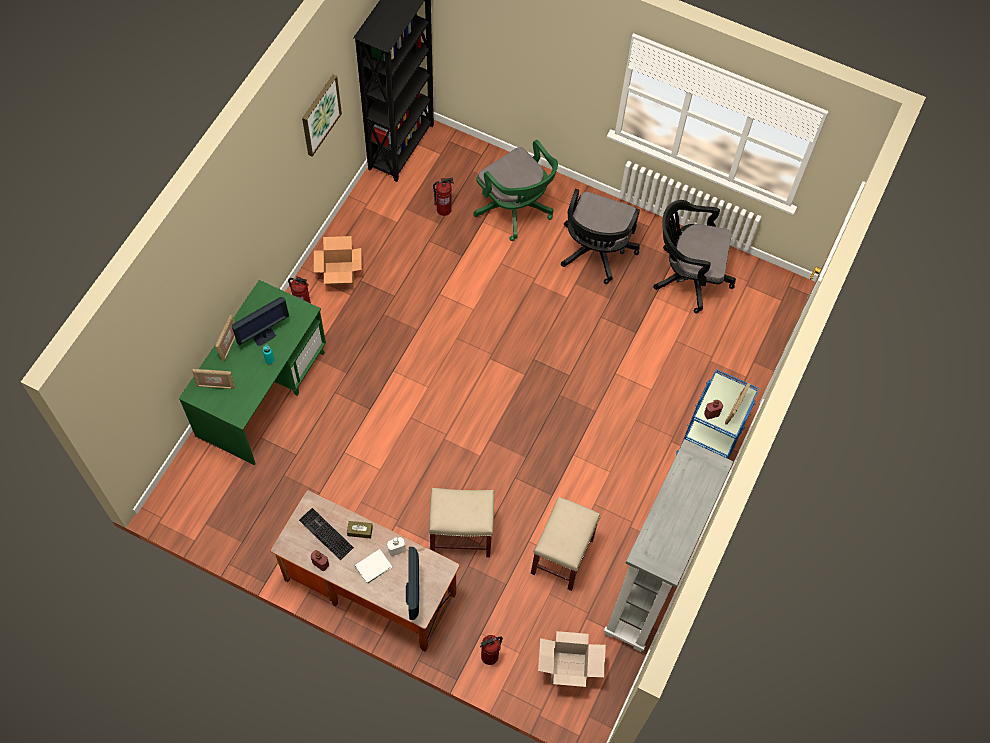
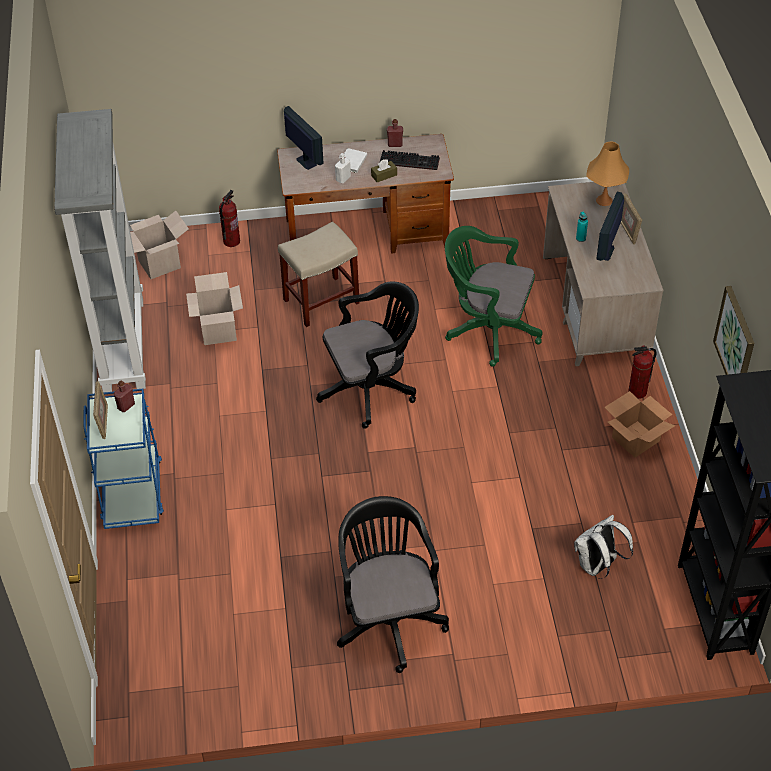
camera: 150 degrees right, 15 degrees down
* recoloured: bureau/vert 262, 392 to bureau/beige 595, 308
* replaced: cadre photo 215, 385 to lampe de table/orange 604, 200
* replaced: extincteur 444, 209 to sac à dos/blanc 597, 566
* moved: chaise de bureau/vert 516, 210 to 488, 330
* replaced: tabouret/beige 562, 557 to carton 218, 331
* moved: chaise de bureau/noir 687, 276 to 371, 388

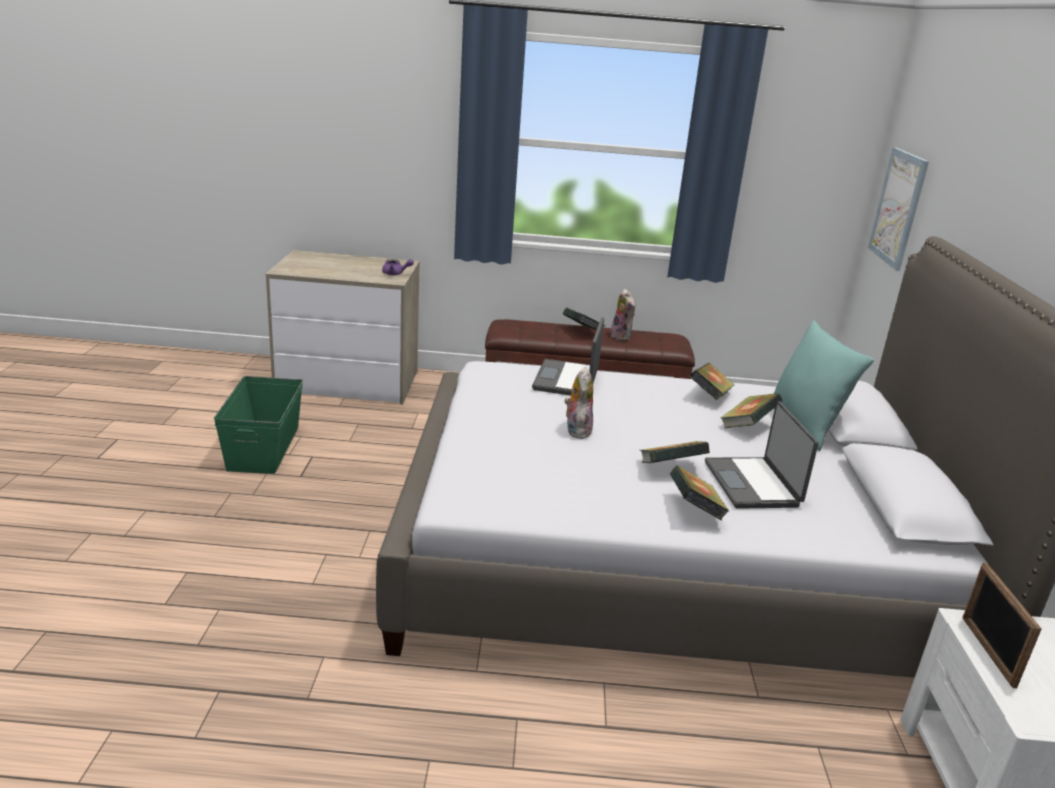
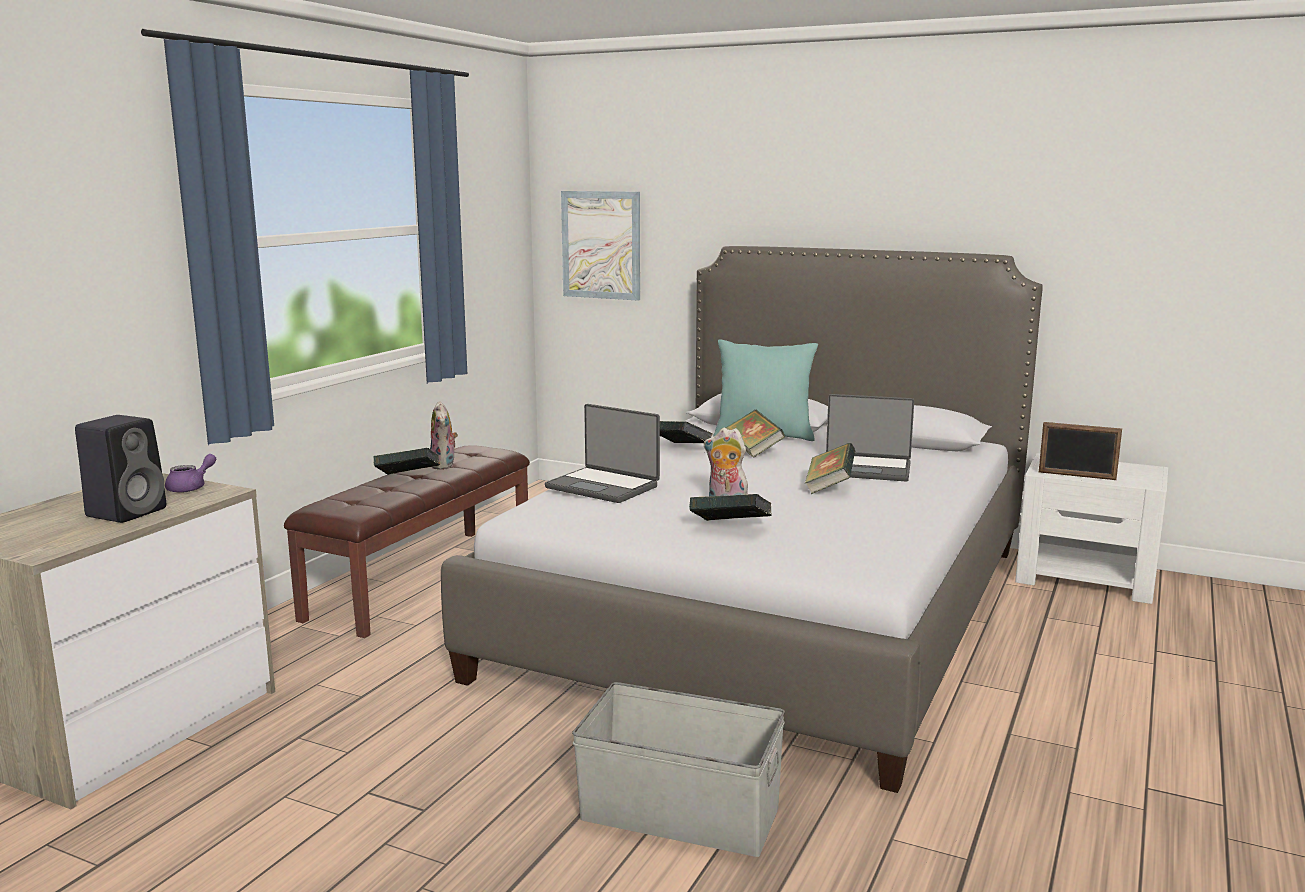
camera: 65 degrees left, 10 degrees down
* removed: boîte de rangement/vert 264, 447
* turned: peluche 622, 337 = 444, 465 75 degrees clockwise
* moved: livre 695, 511 to 730, 529
* added: enceinte/noir 128, 512
* added: boîte de rangement/gris 679, 812

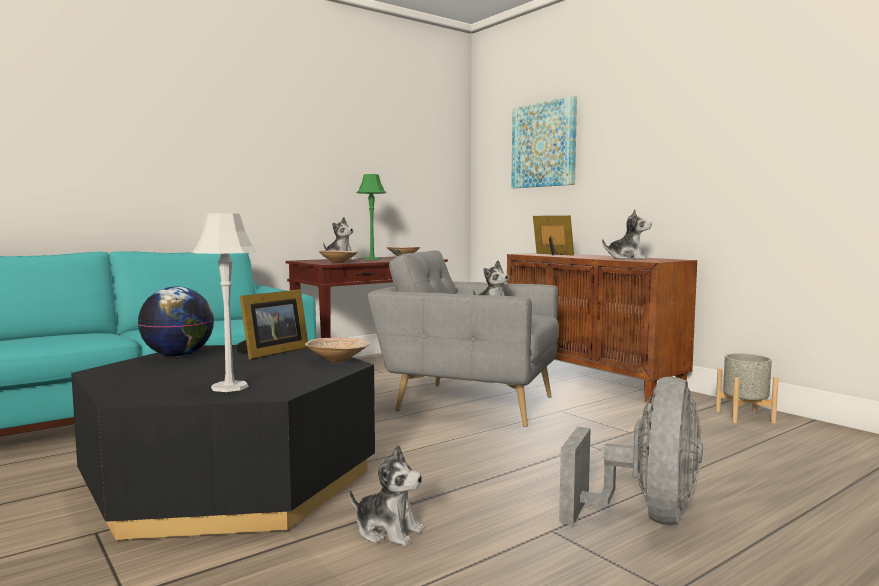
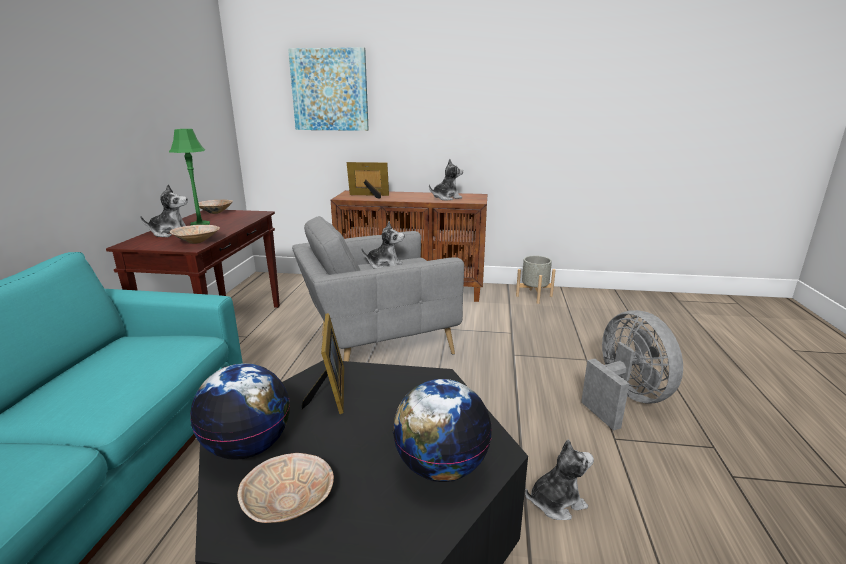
camera: 45 degrees left, 15 degrees up
* replaced: lampe de table/gris 229, 387 to globe 441, 467
* moved: bol/beige 339, 360 to 290, 503

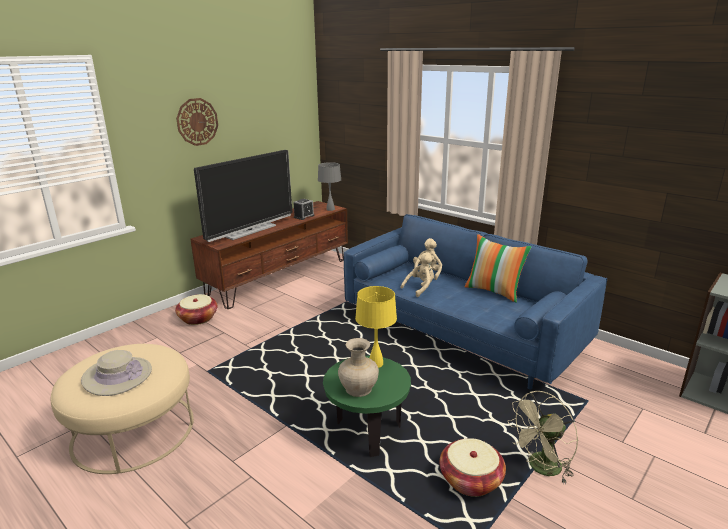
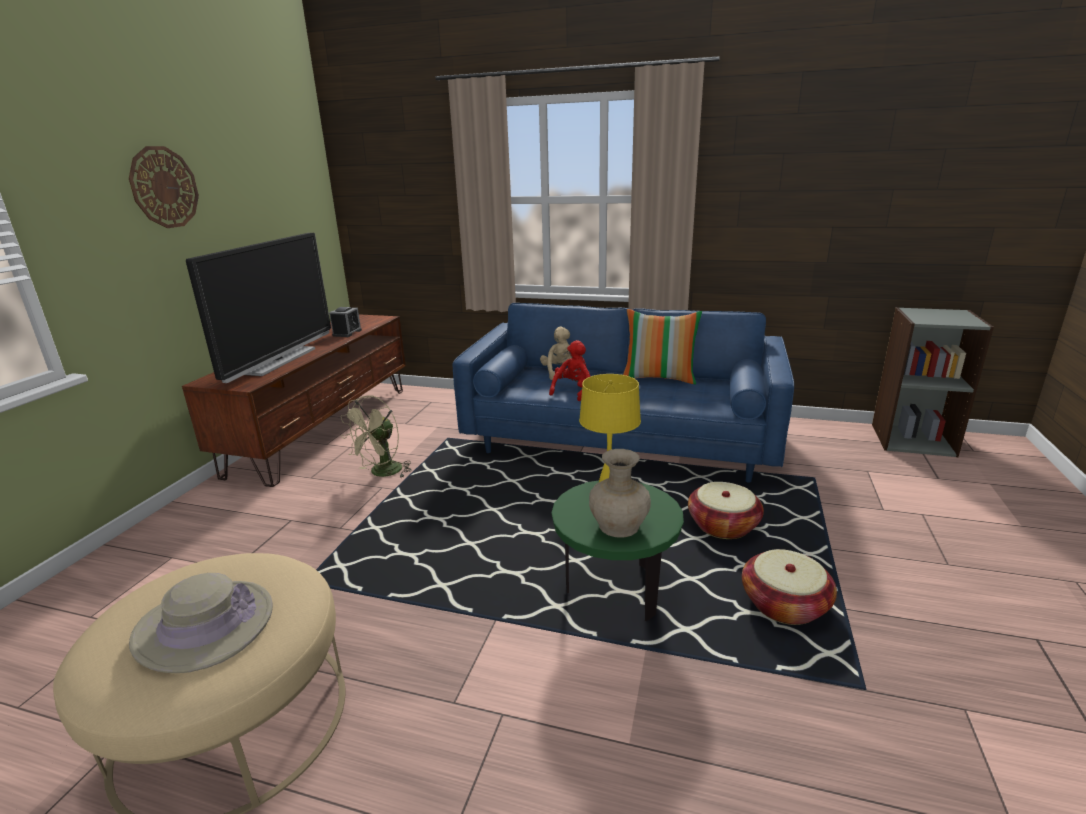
camera: 25 degrees left, 0 degrees up
* moved: panier 198, 318 to 723, 526
* removed: lampe de table/gris 330, 209
* recoloured: peluche/beige 420, 288 to peluche/rouge 573, 391
* moved: ventilateur/beige 541, 469 to 382, 473

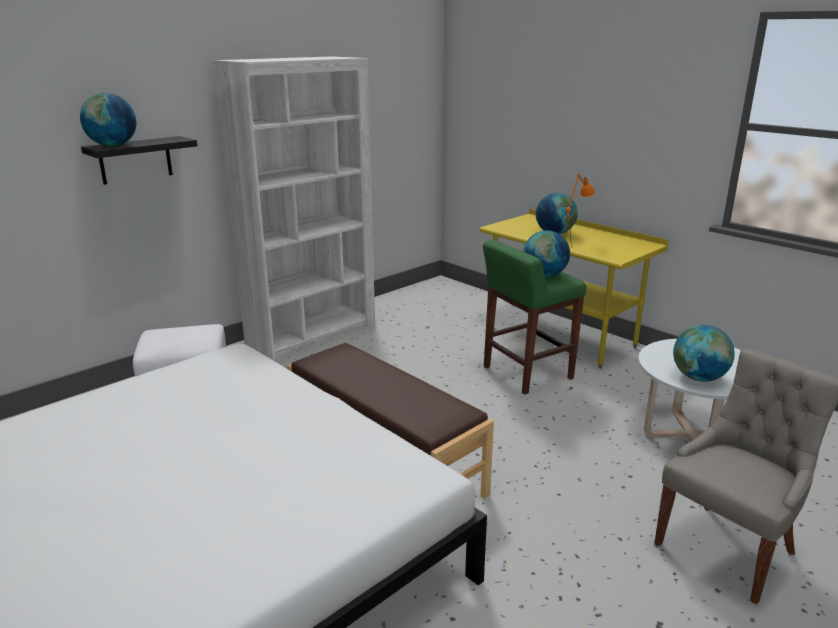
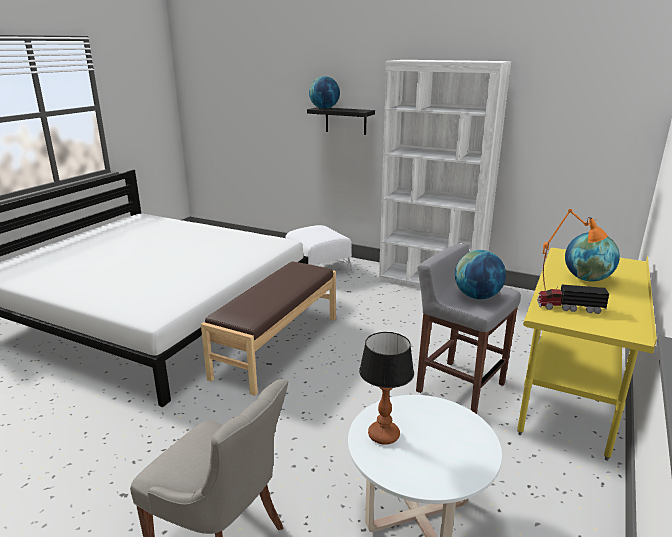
camera: 70 degrees right, 0 degrees up
* recoloured: tabouret/vert 526, 373 to tabouret/gris 459, 387
* replaced: globe 699, 378 to lampe de table 383, 436
* added: camion jouet 569, 307

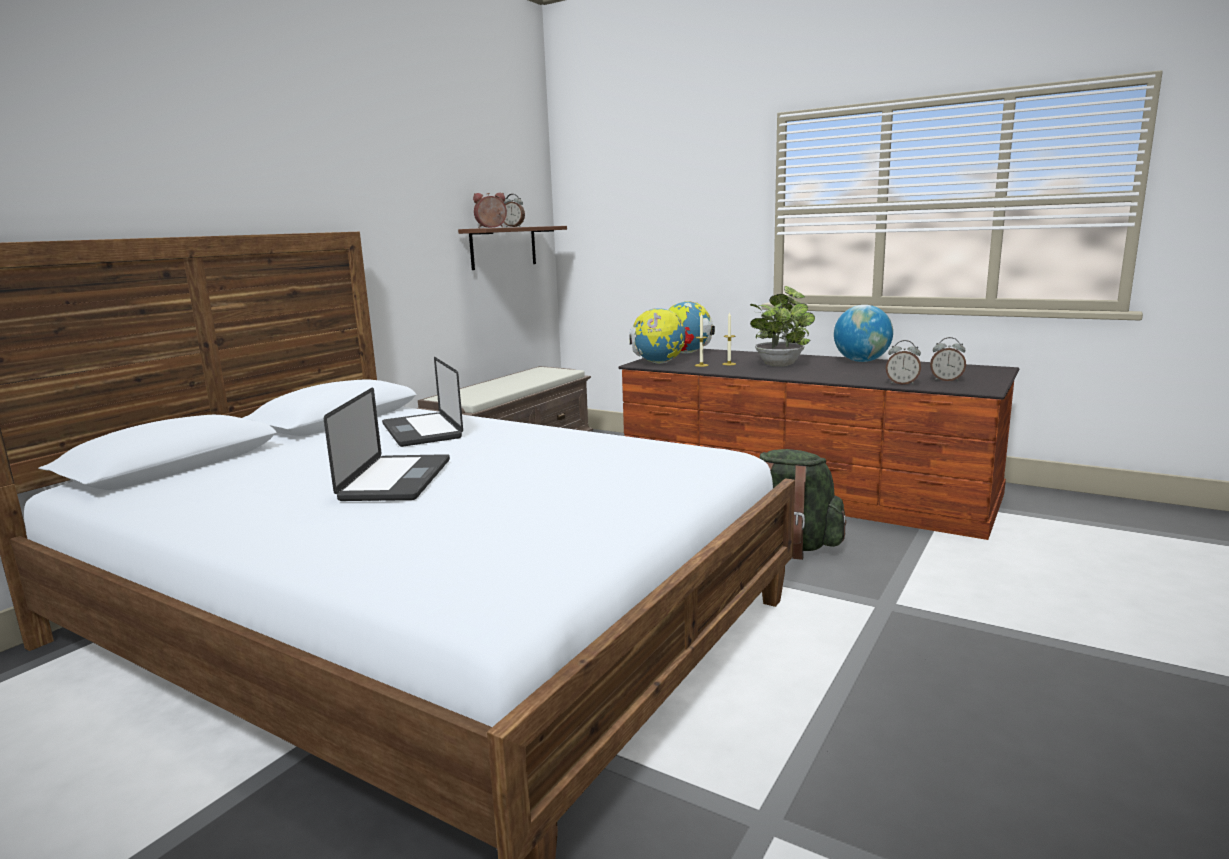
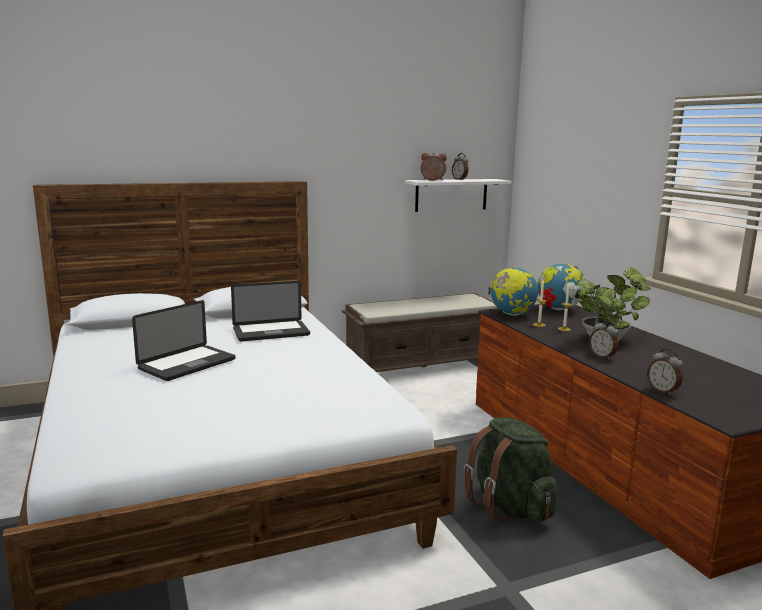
camera: 35 degrees right, 0 degrees up
* turned: ordinateur portable 422, 431 = 271, 332 120 degrees counterclockwise
* recoloured: étagère/marron 503, 247 to étagère/blanc 451, 195
* removed: globe 861, 361
* moved: réveil 946, 380 to 602, 356

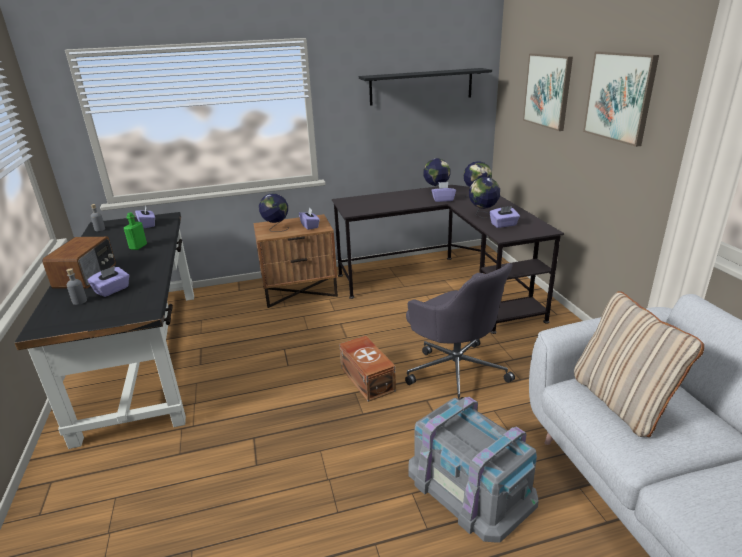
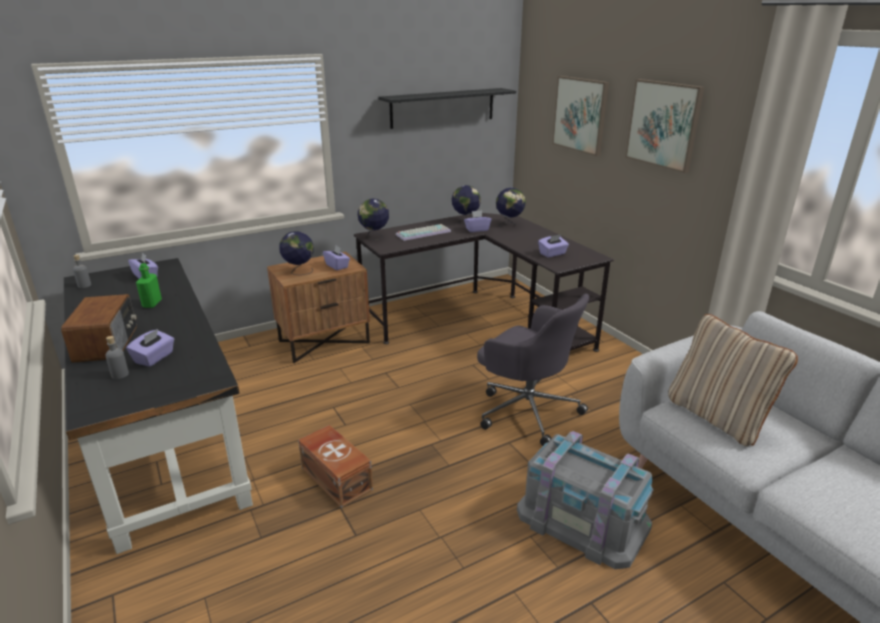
camera: 15 degrees left, 0 degrees up
* moved: boîte de rangement/marron 368, 378 to 337, 477
* moved: globe 483, 215 to 374, 237
* added: clavier 423, 233

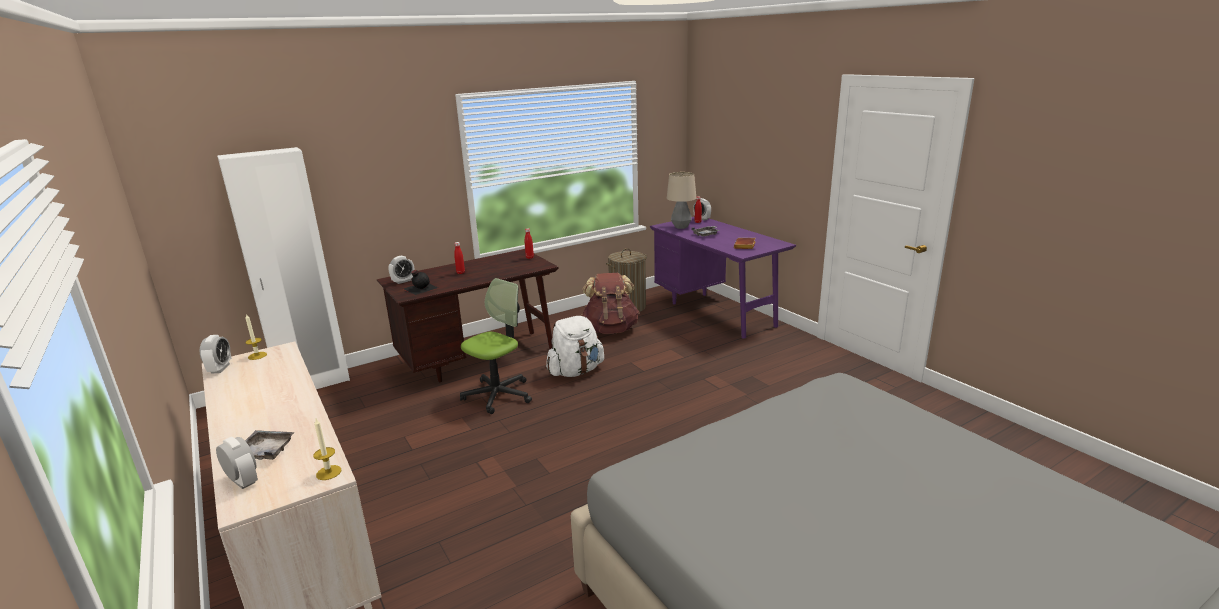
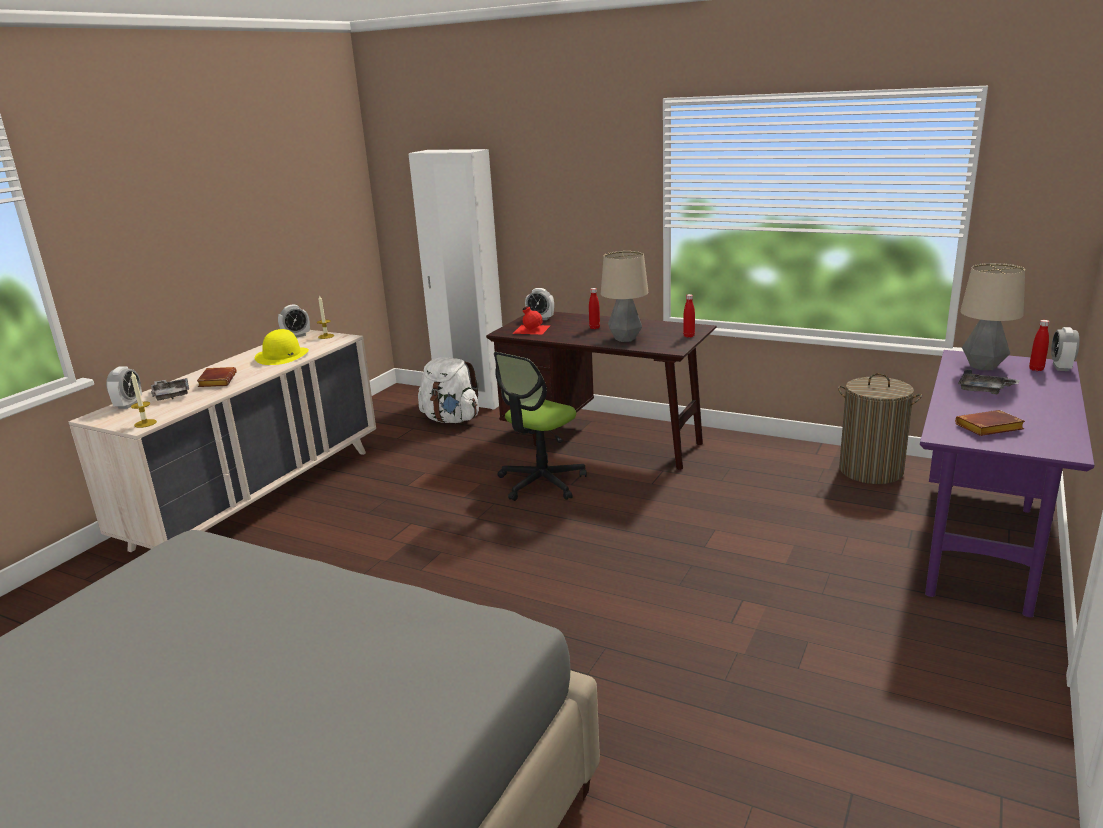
camera: 60 degrees right, 0 degrees up
* recoloured: bouteille/noir 420, 288 to bouteille/rouge 531, 329
* turned: chaise de bureau 498, 395 = 541, 483 120 degrees clockwise
* moved: sac à dos/blanc 575, 371 to 451, 419
* removed: sac à dos/marron 610, 329
* added: livre/marron 216, 381
* added: chapeau/jaune 282, 356
* added: lampe de table 625, 339

